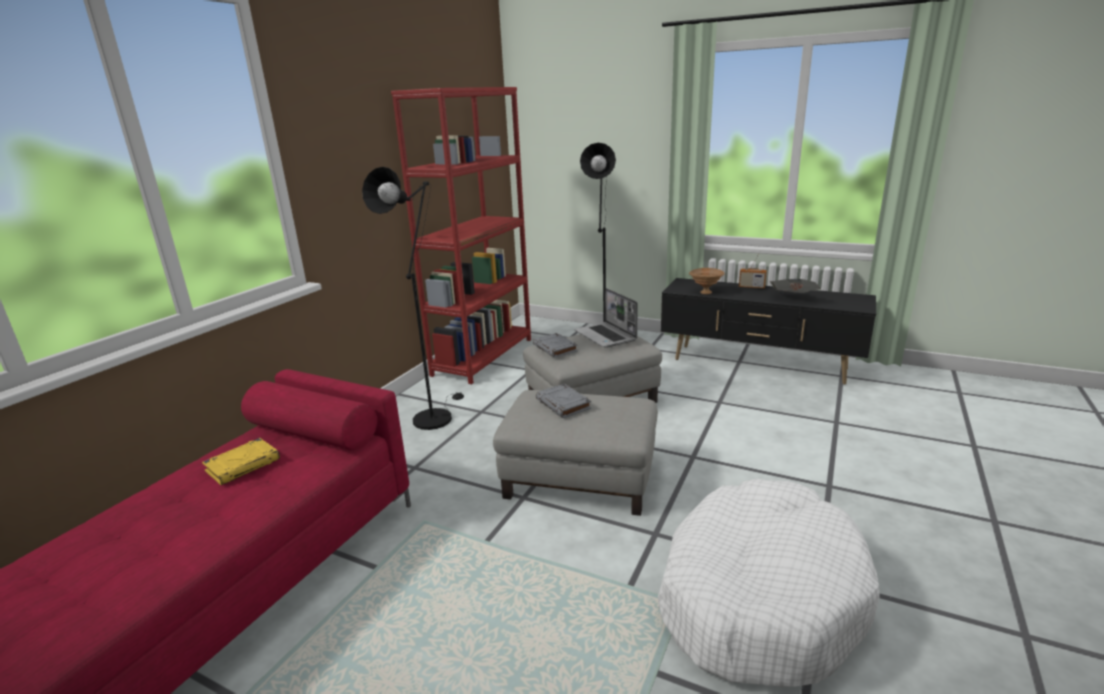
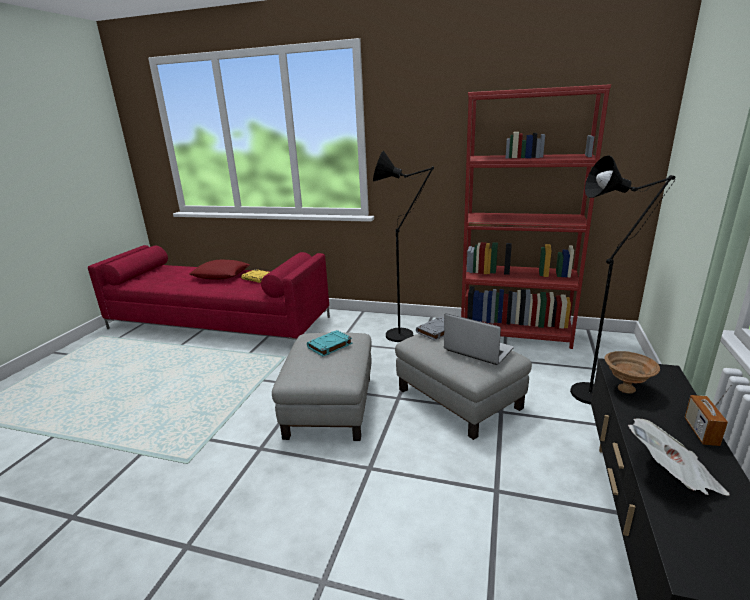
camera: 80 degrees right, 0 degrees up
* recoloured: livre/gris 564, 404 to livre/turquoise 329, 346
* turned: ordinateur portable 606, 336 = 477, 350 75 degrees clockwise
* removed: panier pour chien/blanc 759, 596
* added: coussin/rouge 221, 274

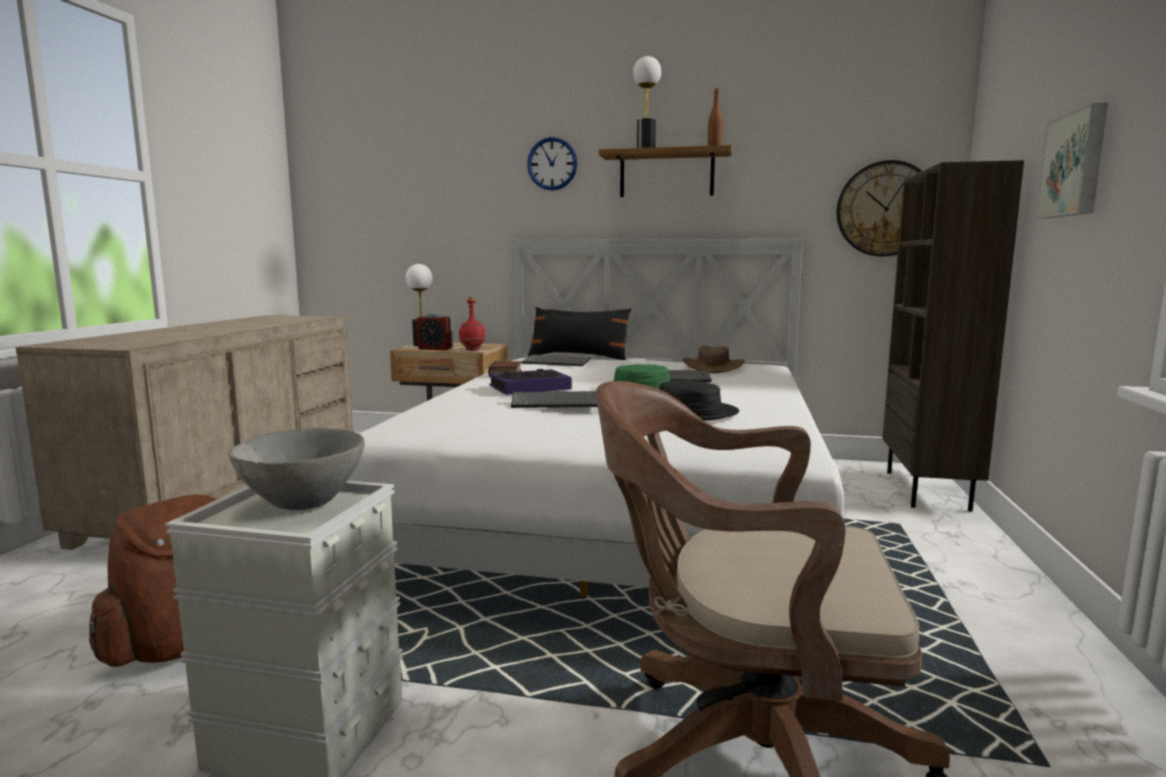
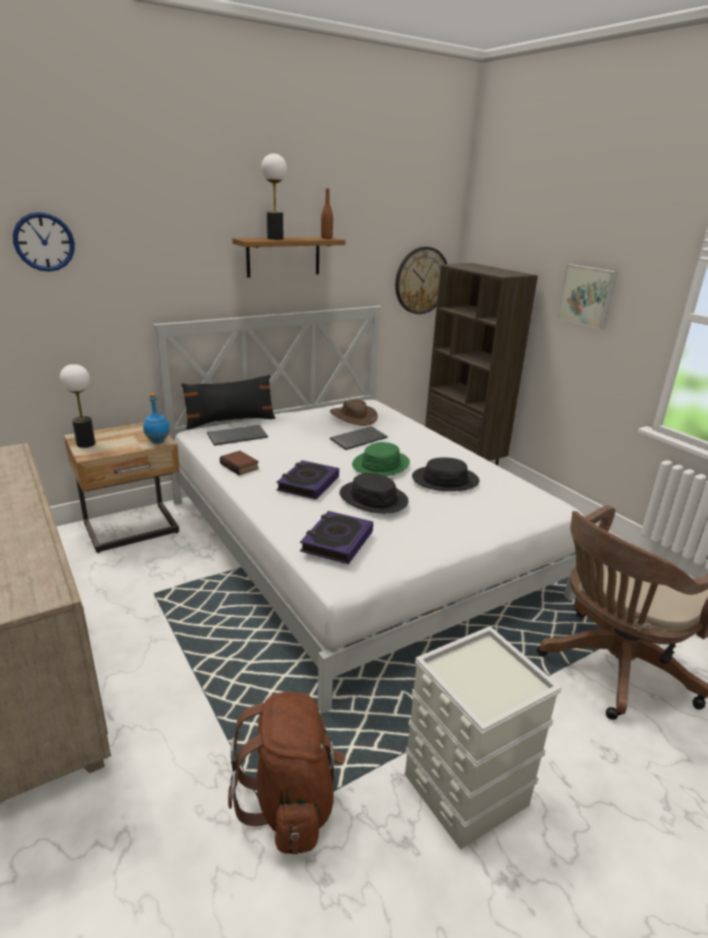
camera: 45 degrees left, 15 degrees up
* removed: bol/gris 303, 503
* removed: réveil 435, 348
* recoloured: bouteille/rouge 472, 350 to bouteille/bleu 157, 441
* replaced: clavier 558, 402 to chapeau/noir 373, 498
* moved: horloge murale 552, 164 to 44, 242
* added: livre 337, 541

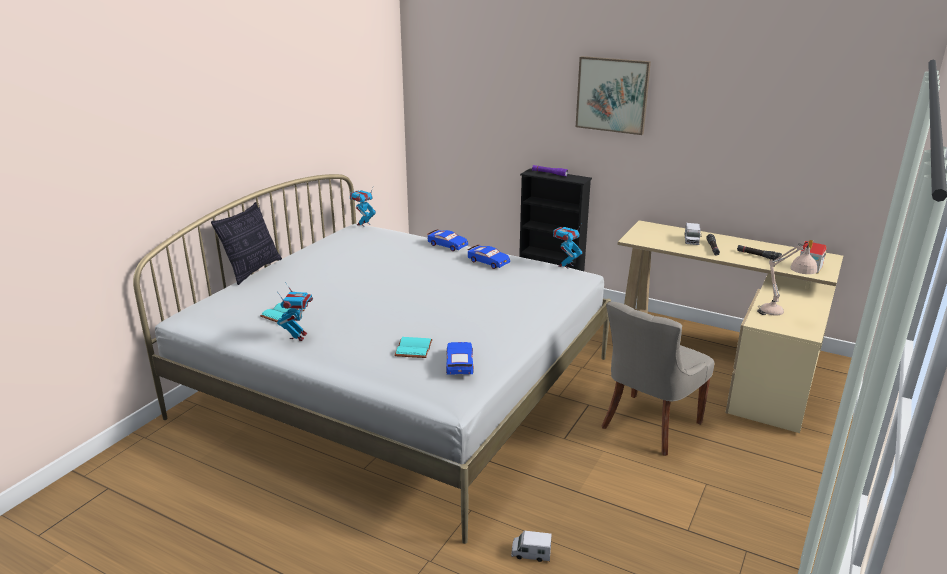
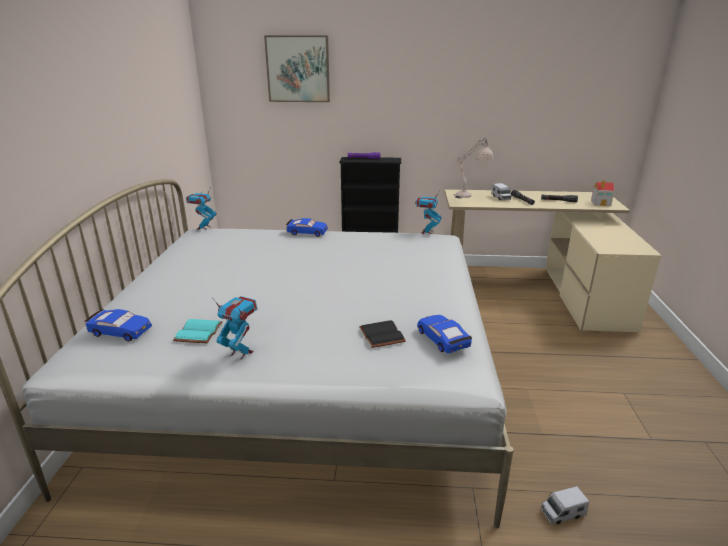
camera: 25 degrees left, 0 degrees up
* removed: coussin 253, 270
* turned: robot jouet 298, 336 = 241, 353 45 degrees counterclockwise
* recoloured: livre/turquoise 412, 348 to livre/noir 380, 335
* moved: petite voiture/bleu 488, 262 to 120, 331
* moved: tableau 612, 95 to 298, 69
* removed: chaise/gris 648, 425
* moved: lampe de table/beige 780, 315 to 471, 197

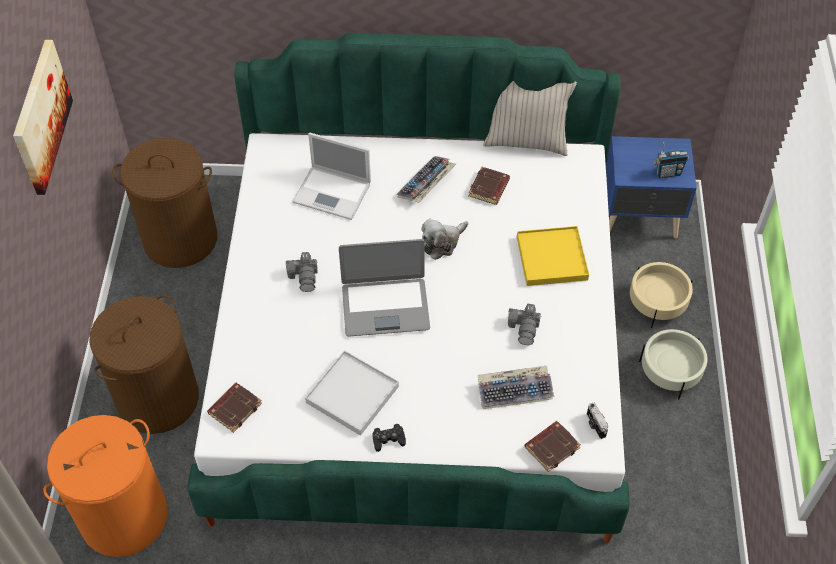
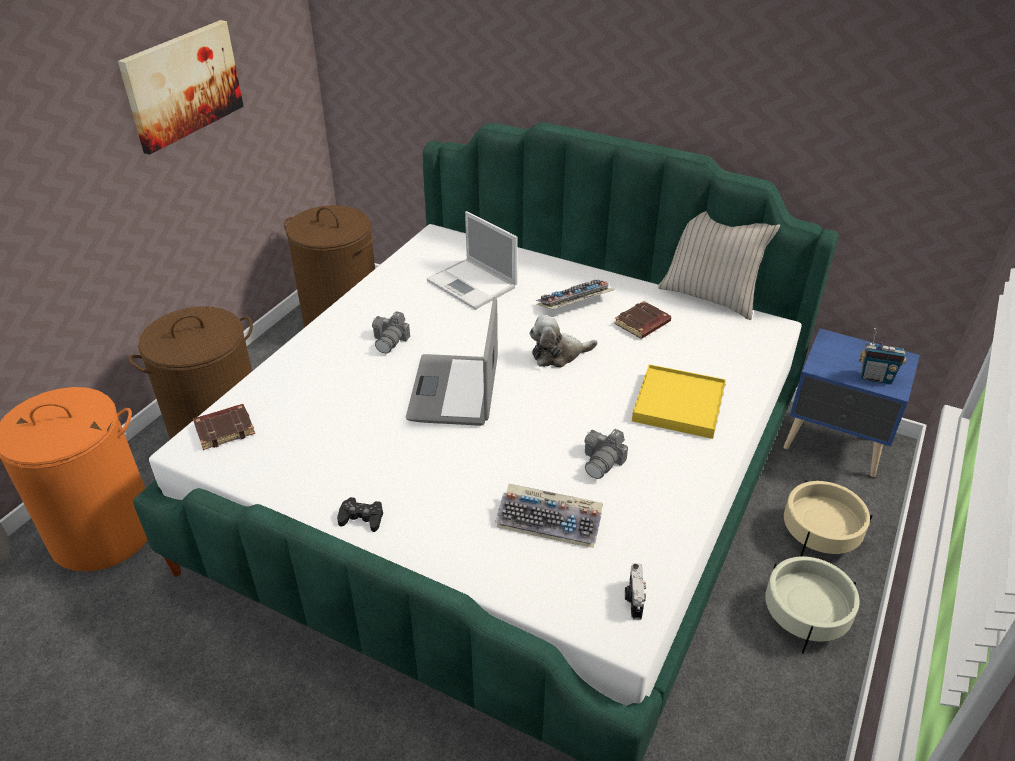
camera: 25 degrees right, 15 degrees down
* removed: plateau/blanc 352, 394
* turned: ordinateur portable 385, 306 = 455, 391 75 degrees clockwise
* removed: livre/marron 551, 447

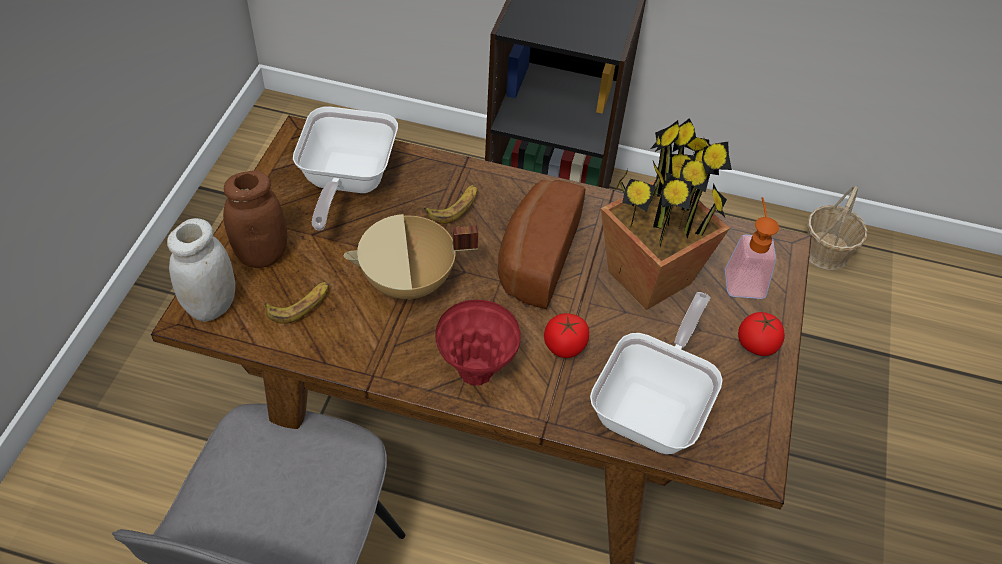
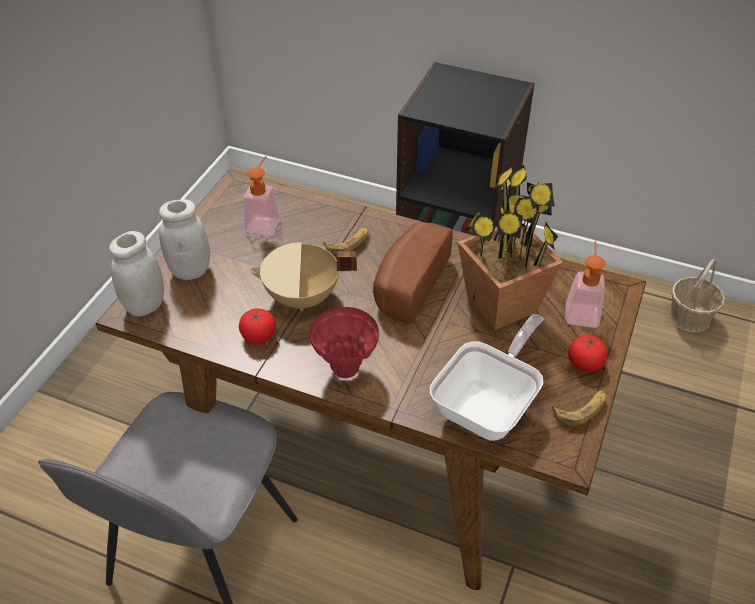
camera: 10 degrees right, 5 degrees down
* recoloured: bocal/marron 262, 255 to bocal/blanc 190, 270
* moved: banane 300, 305 to 580, 409
* replaced: poêle 345, 183 to distributeur de savon 264, 221
* moved: tomate 564, 346 to 258, 336

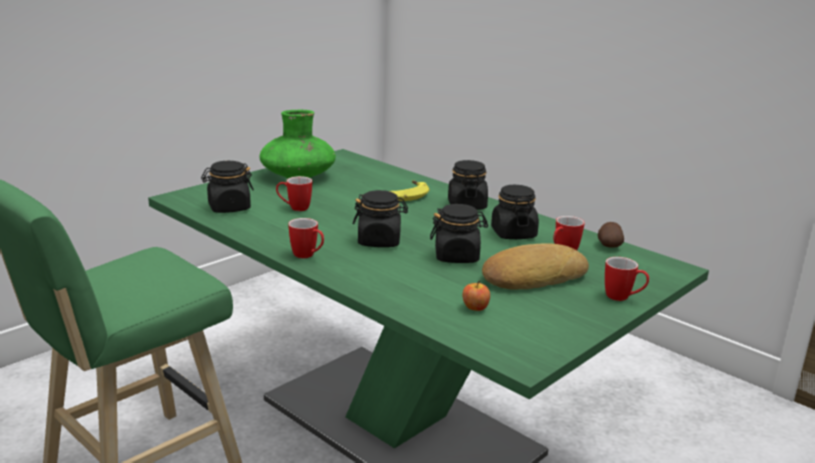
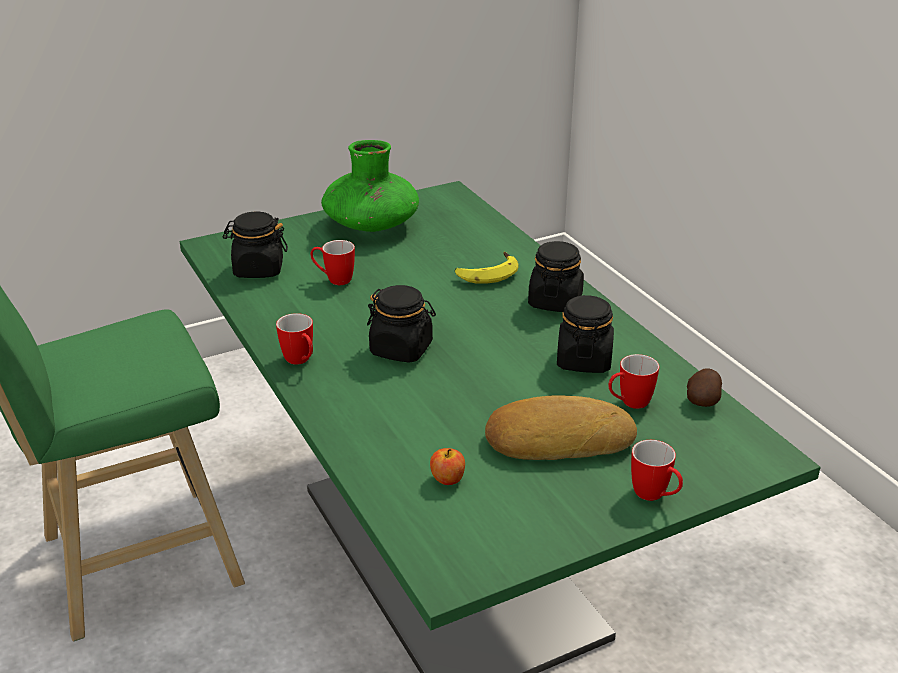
camera: 20 degrees right, 10 degrees up
* removed: bocal/noir 457, 256

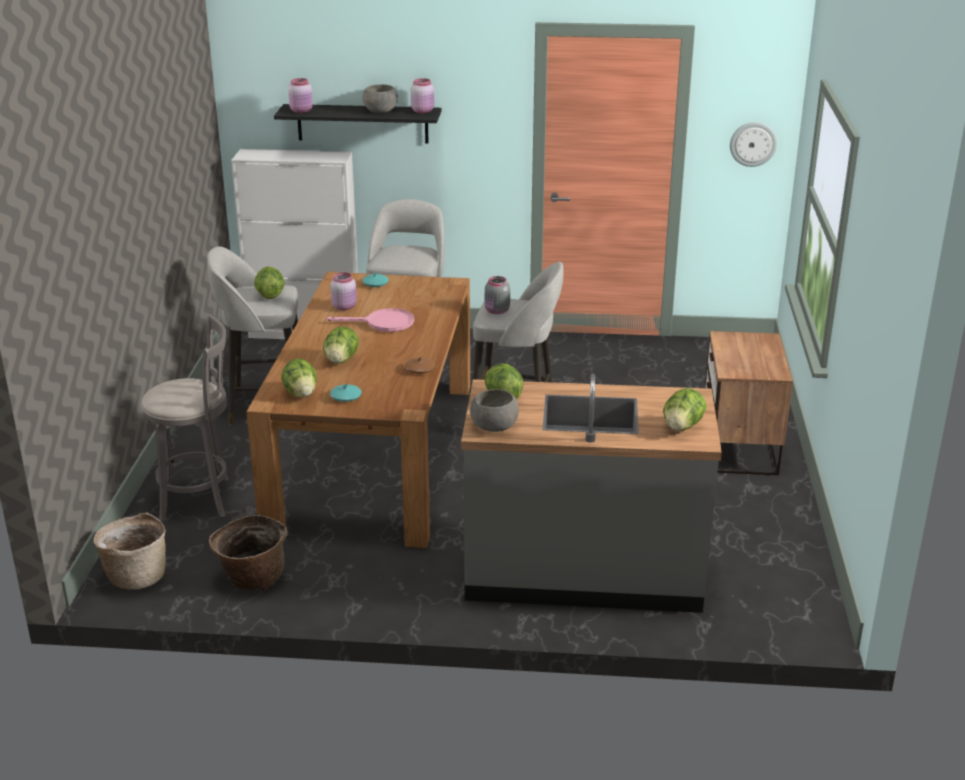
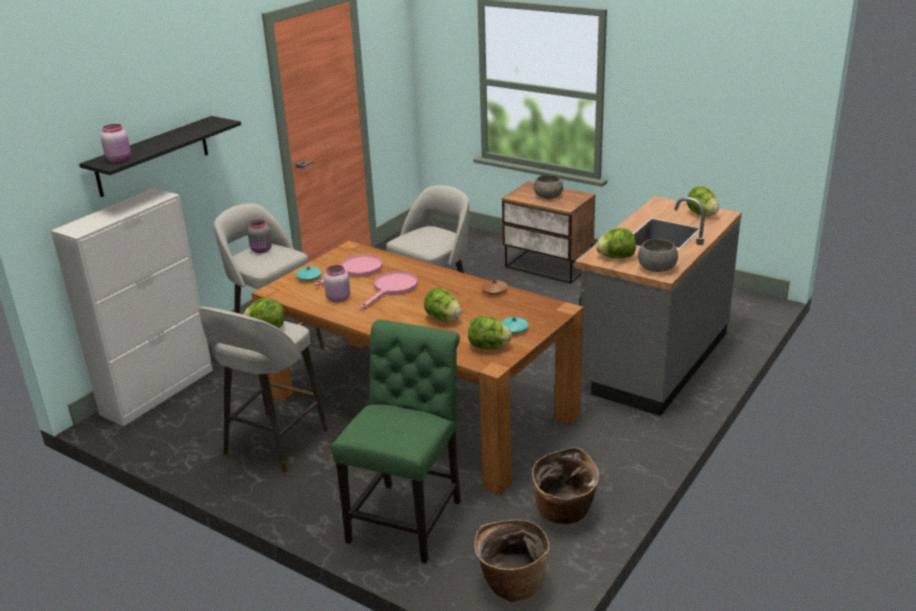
camera: 60 degrees left, 0 degrees up
* replaced: tabouret/gris 200, 499 to chaise/vert 408, 517
* moved: bol/gris 380, 110 to 548, 196
* removed: bocal/rose 423, 111
* moved: bocal/gris 496, 311 to 261, 250
* removed: horloge murale 753, 143
* added: poêle/rose 356, 271

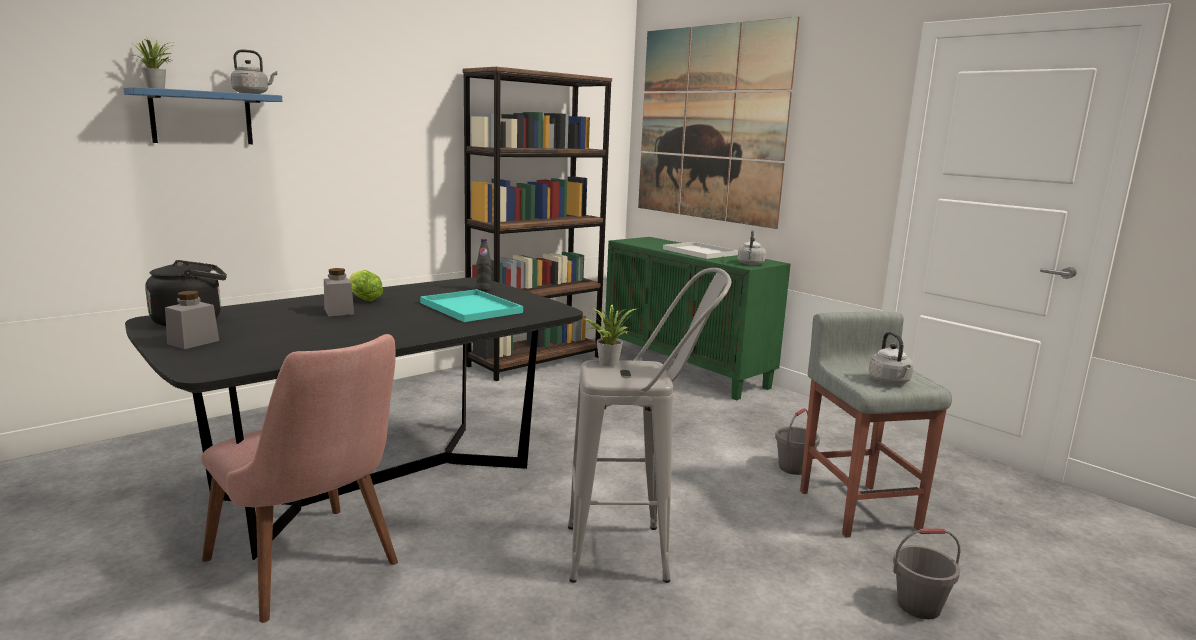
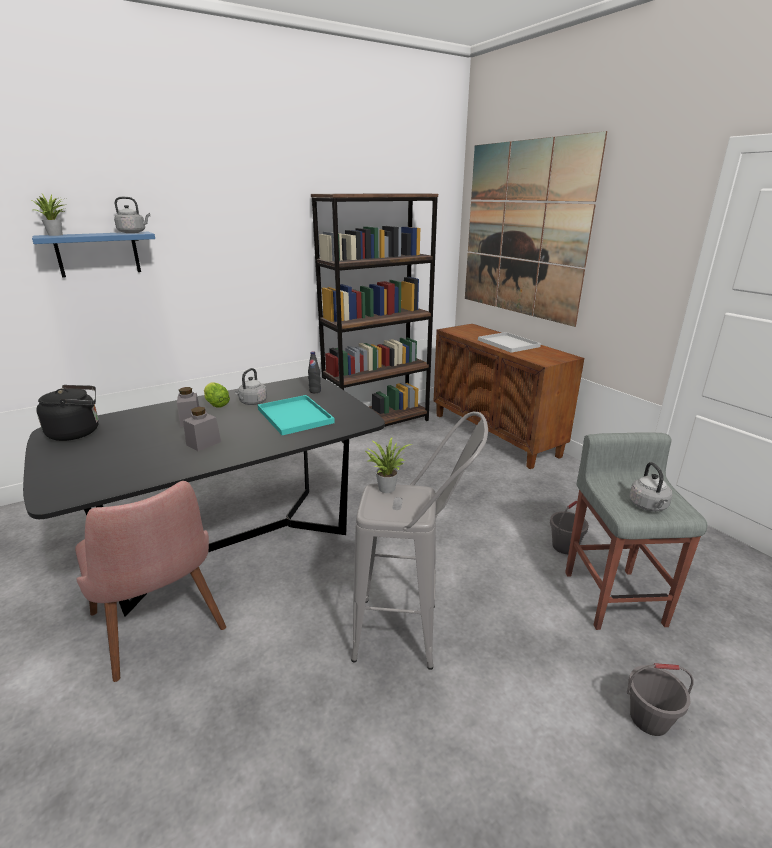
camera: 10 degrees right, 10 degrees up
* moved: bocal/gris 193, 342 to 203, 443
* recoloured: meuble de rangement/vert 686, 369 to meuble de rangement/marron 495, 435
* moved: bouilloire/gris 750, 264 to 252, 403

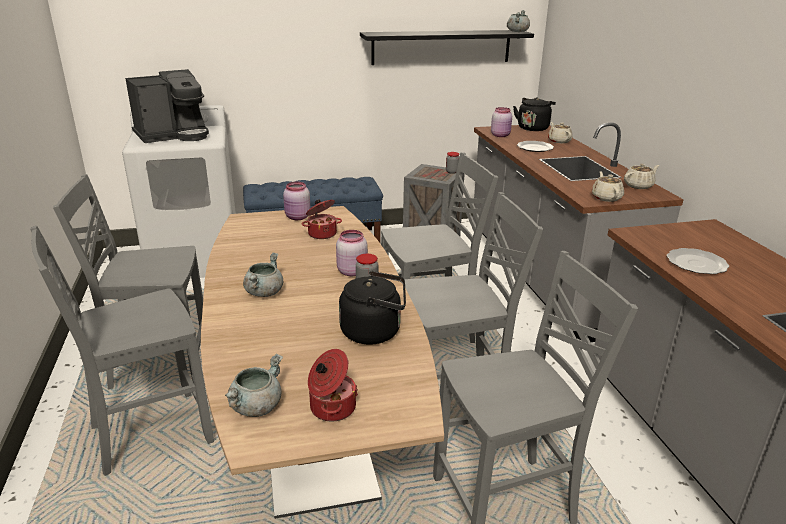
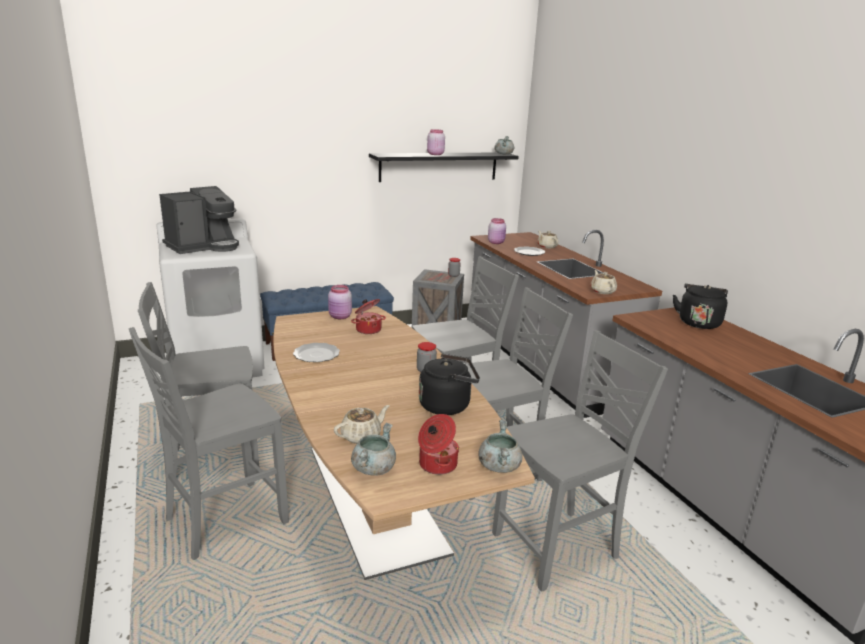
camera: 10 degrees left, 5 degrees down
* moved: marmite/gris 264, 292 to 499, 466
* moved: bocal/rose 351, 271 to 435, 154
* moved: bouilloire/noir 533, 128 to 698, 322
* moved: théière/beige 638, 186 to 362, 436
* moved: assiette 697, 263 to 317, 354

